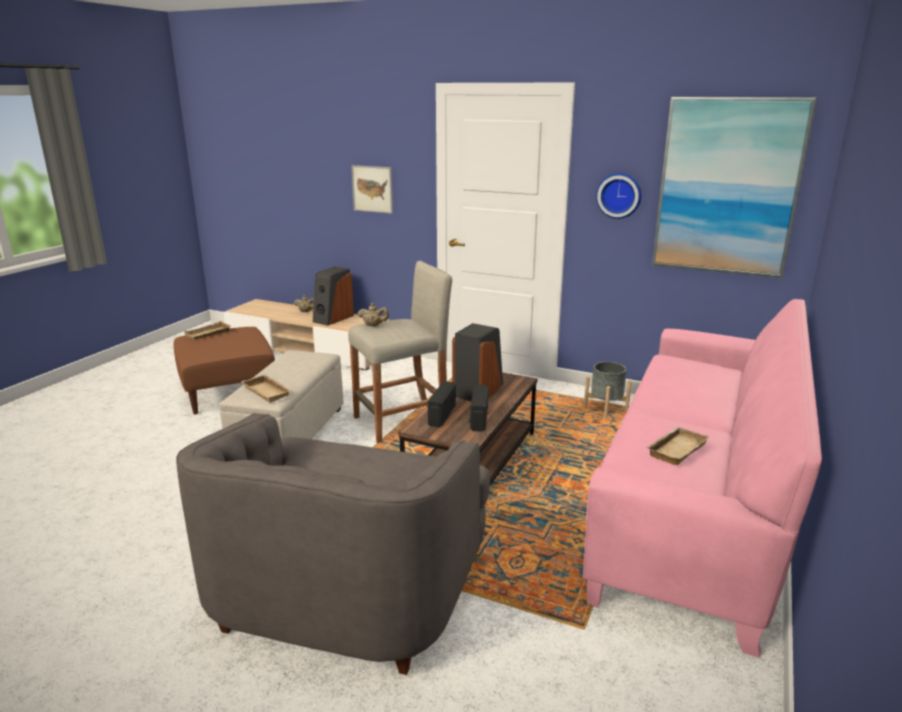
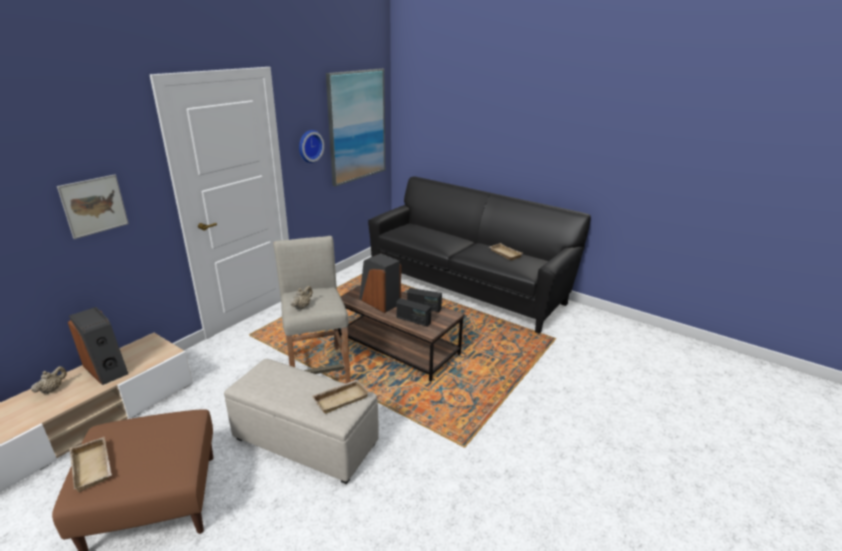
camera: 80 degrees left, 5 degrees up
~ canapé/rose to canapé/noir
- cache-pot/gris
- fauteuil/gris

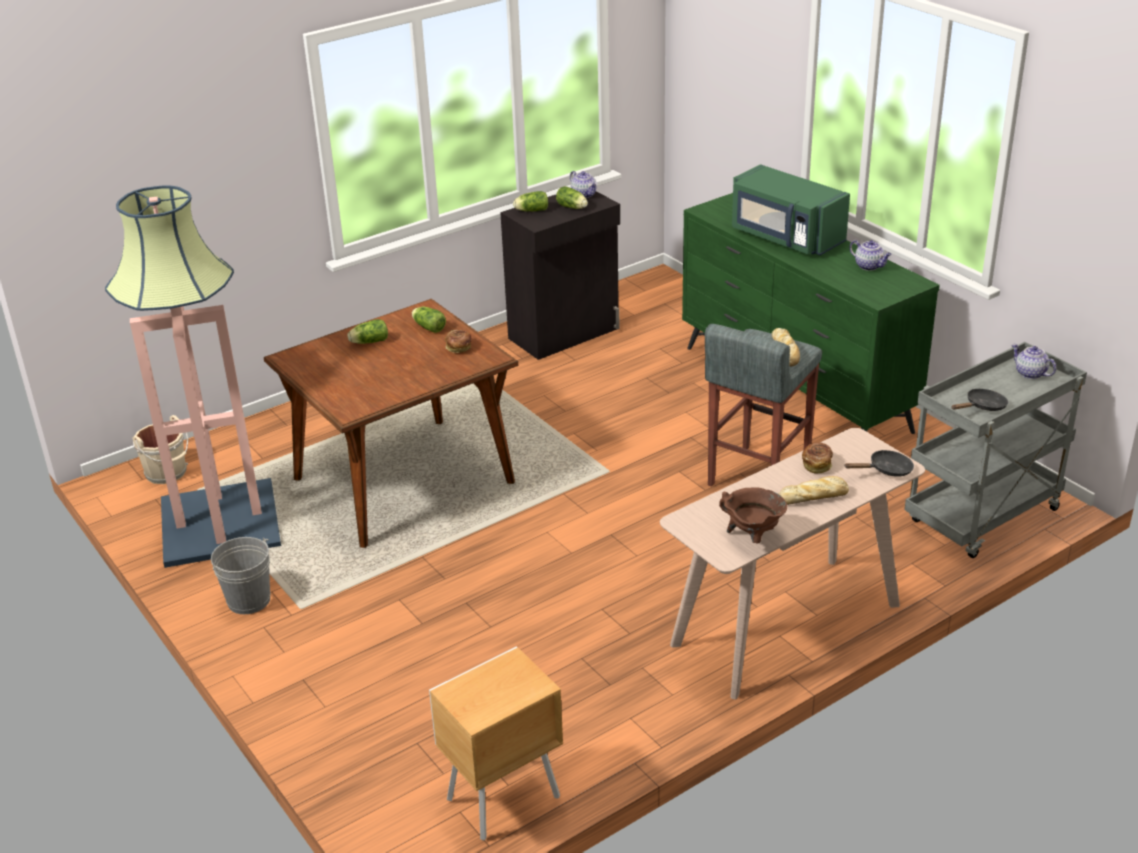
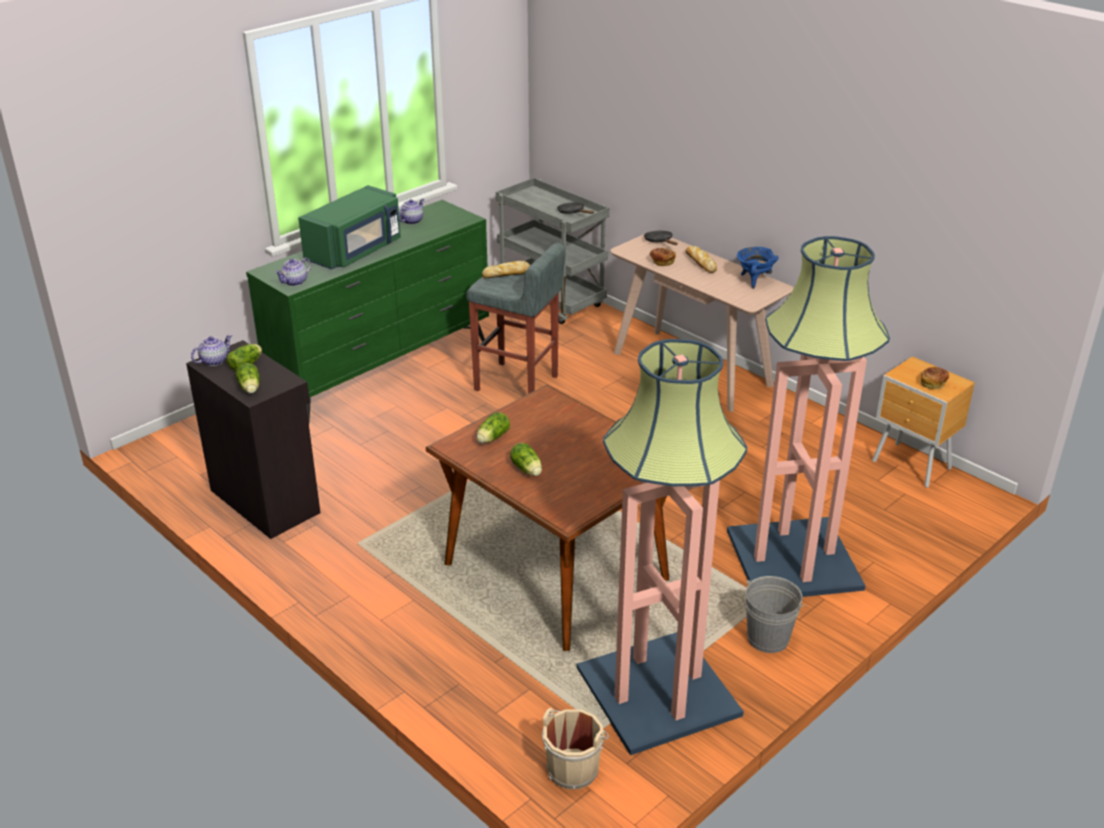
camera: 100 degrees left, 0 degrees up
~ pain (no. 1 from left in the first image) to pain (no. 4 from left)
~ théière (no. 3 from left in the first image) to théière (no. 2 from left)
~ marmite/marron to marmite/bleu
+ lampadaire (no. 2 from left)

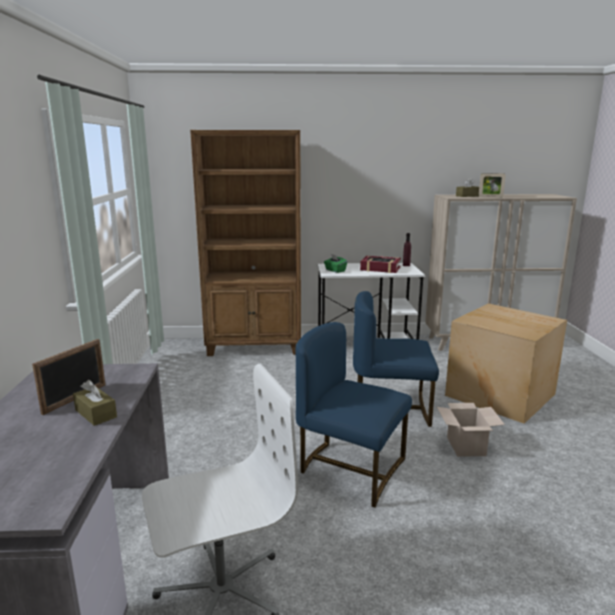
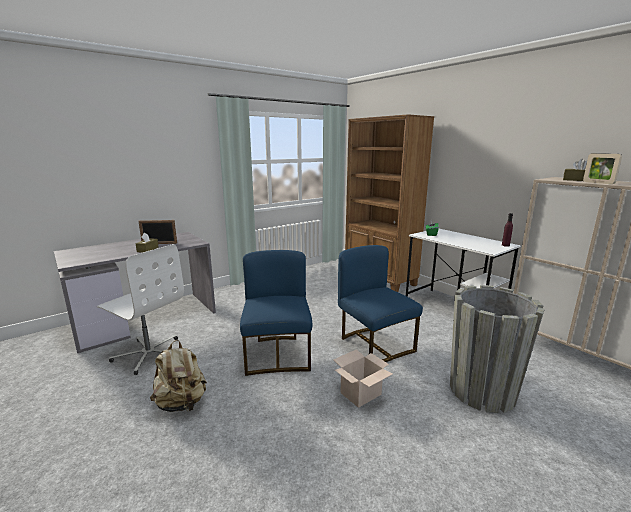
camera: 55 degrees right, 0 degrees up
- livre
~ carton (no. 2 from left) to cache-pot/gris
+ sac à dos/beige

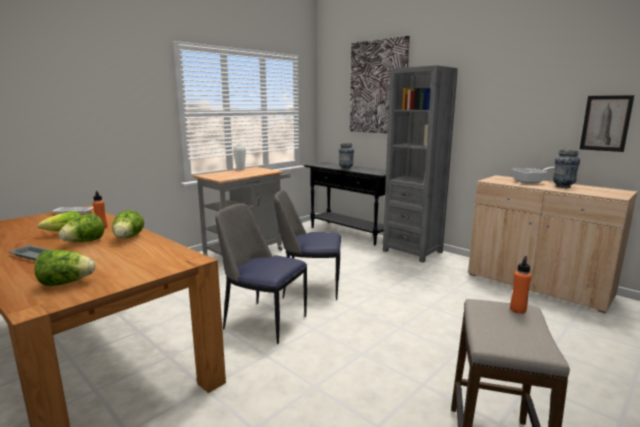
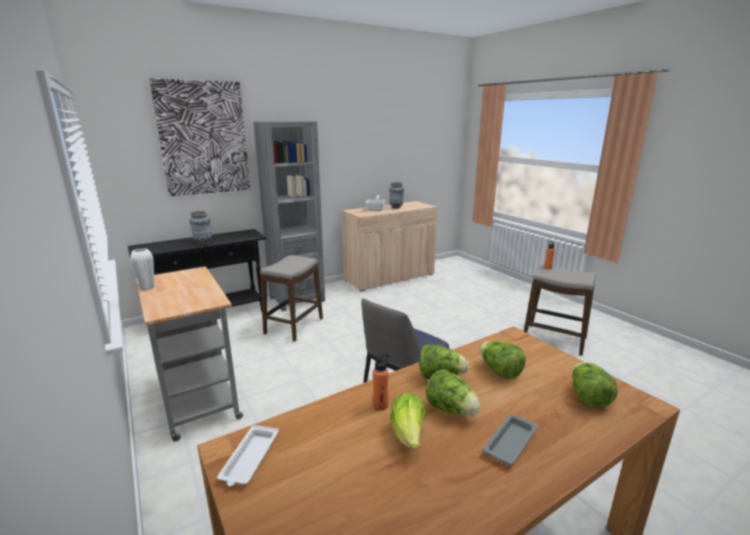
camera: 75 degrees left, 5 degrees up
- tableau (no. 2 from left)
- chaise (no. 2 from left)
+ tabouret (no. 1 from left)
+ laitue (no. 4 from left)

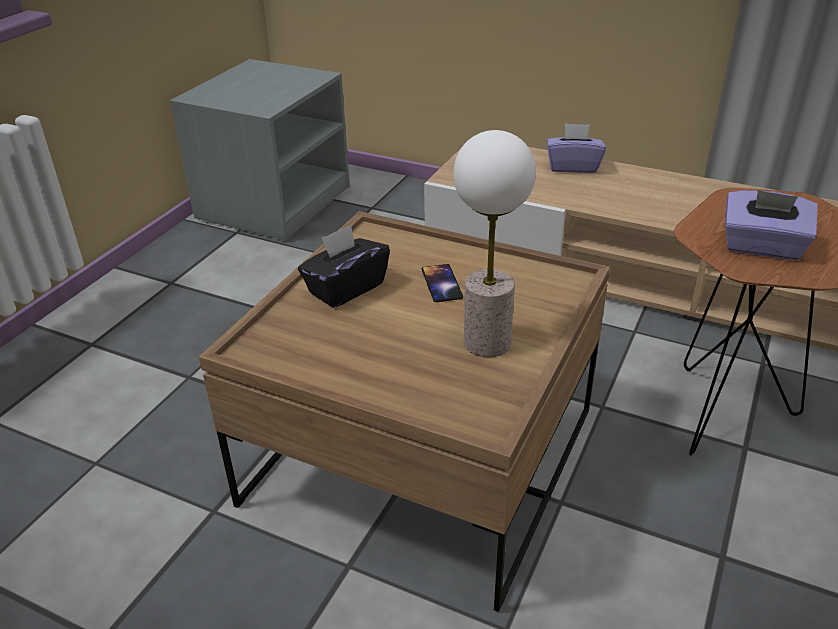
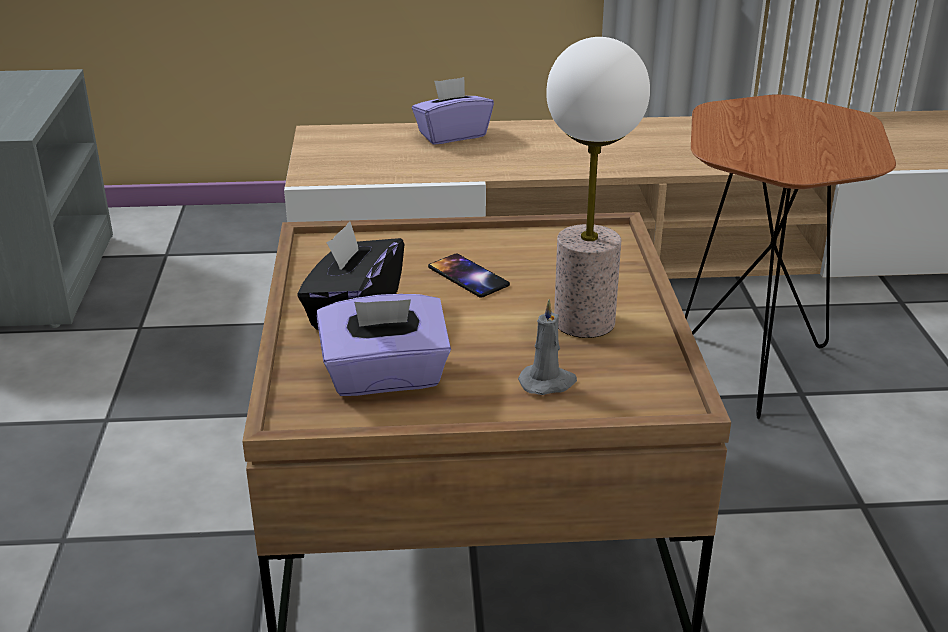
camera: 30 degrees left, 5 degrees down
~ boîte à mouchoirs/violet (no. 2 from left in the first image) to boîte à mouchoirs/violet (no. 1 from left)
+ bougie/gris

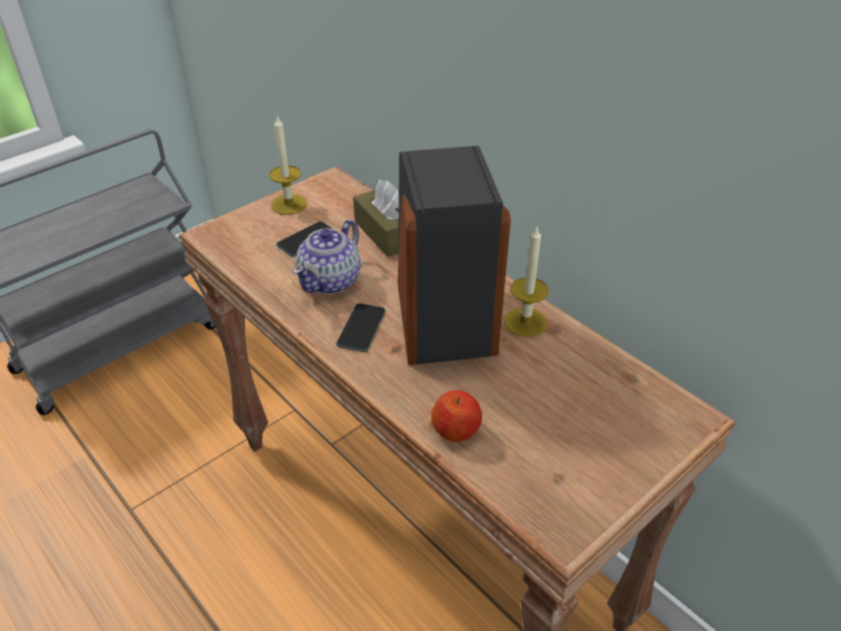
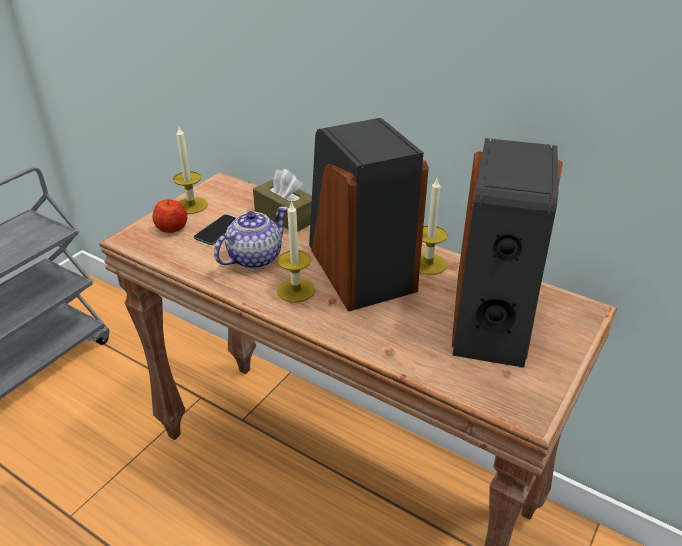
camera: 15 degrees left, 5 degrees down
~ théière 150 degrees counterclockwise
~ téléphone (no. 2 from left) to bougie (no. 2 from left)
~ pomme
+ enceinte (no. 2 from left)

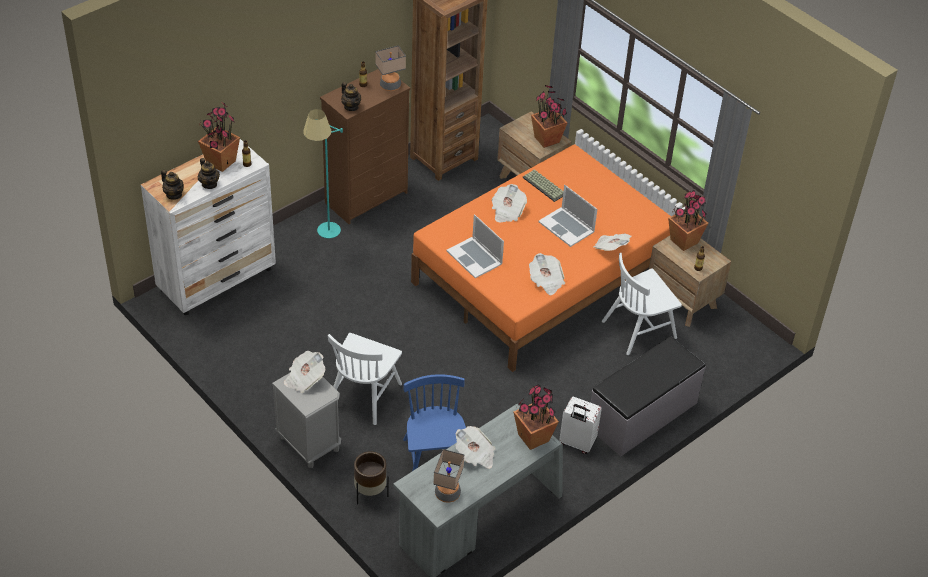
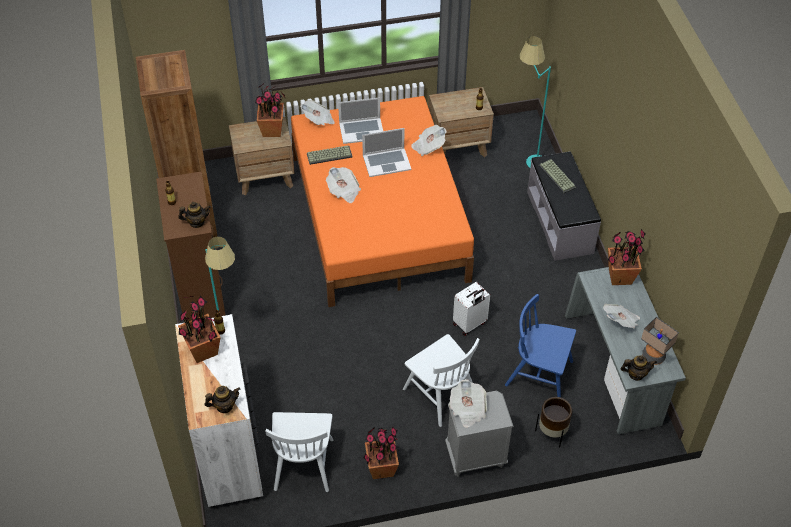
camera: 60 degrees left, 5 degrees up
- lampe de table (no. 1 from left)
~ théière (no. 2 from left in the first image) to théière (no. 3 from left)
~ plante en pot (no. 4 from left in the first image) to plante en pot (no. 3 from left)
~ ordinateur portable (no. 1 from left)
~ journal (no. 4 from left in the first image) to journal (no. 1 from left)
~ chaise/blanc (no. 2 from left in the first image) to chaise/blanc (no. 1 from left)
~ valise/blanc
+ lampadaire/turquoise (no. 2 from left)
+ clavier (no. 2 from left)

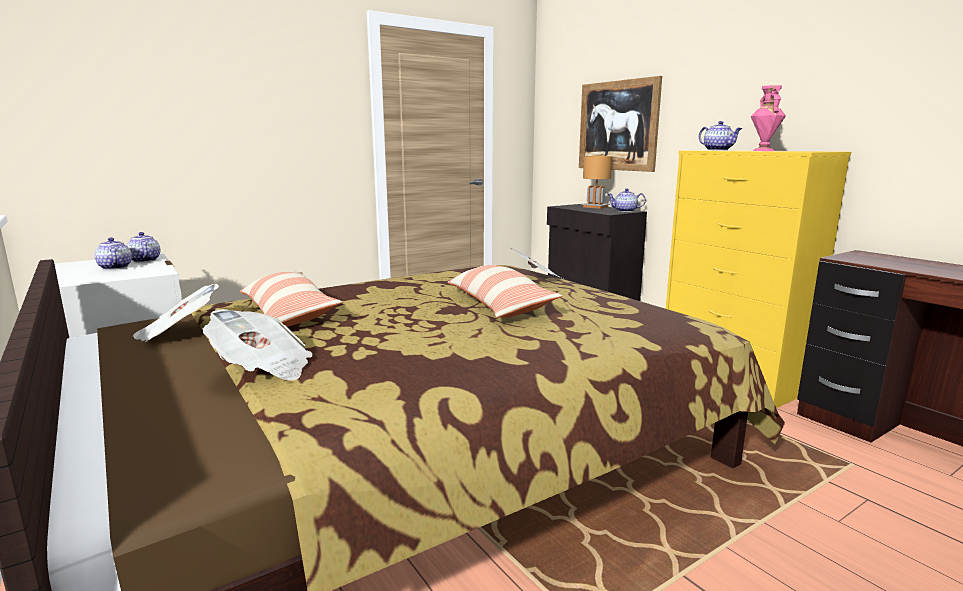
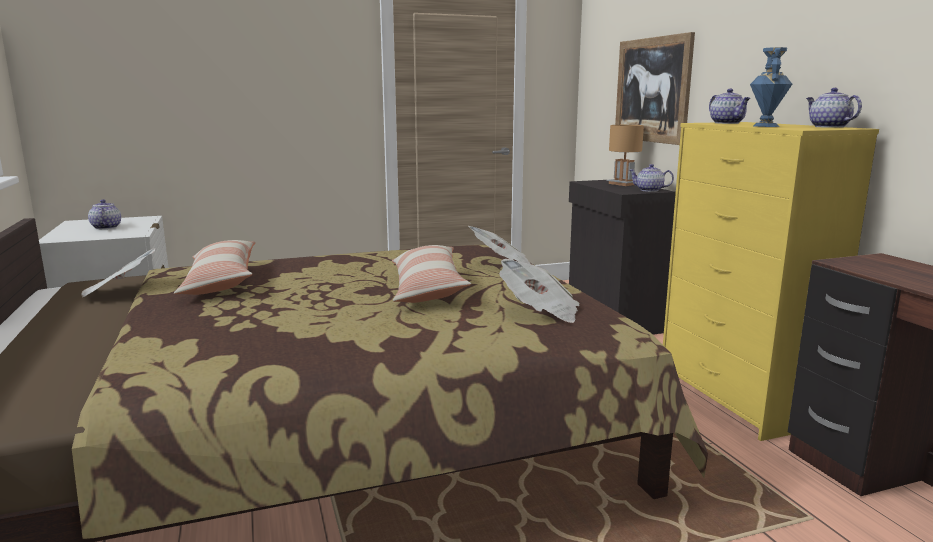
camera: 15 degrees right, 0 degrees up
~ vase/rose to vase/bleu
~ théière (no. 2 from left in the first image) to théière (no. 4 from left)
~ journal (no. 2 from left in the first image) to journal (no. 3 from left)

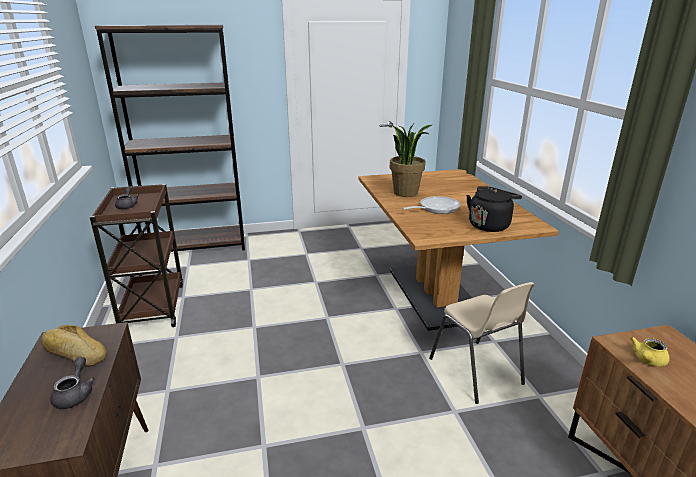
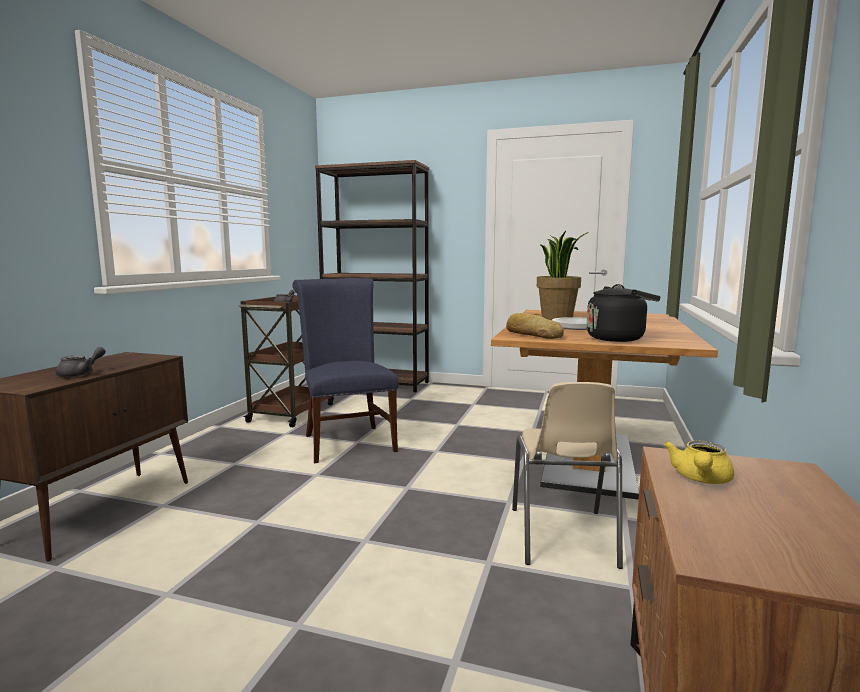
camera: 30 degrees right, 15 degrees down
~ pain
~ théière/jaune 45 degrees counterclockwise
+ chaise/bleu

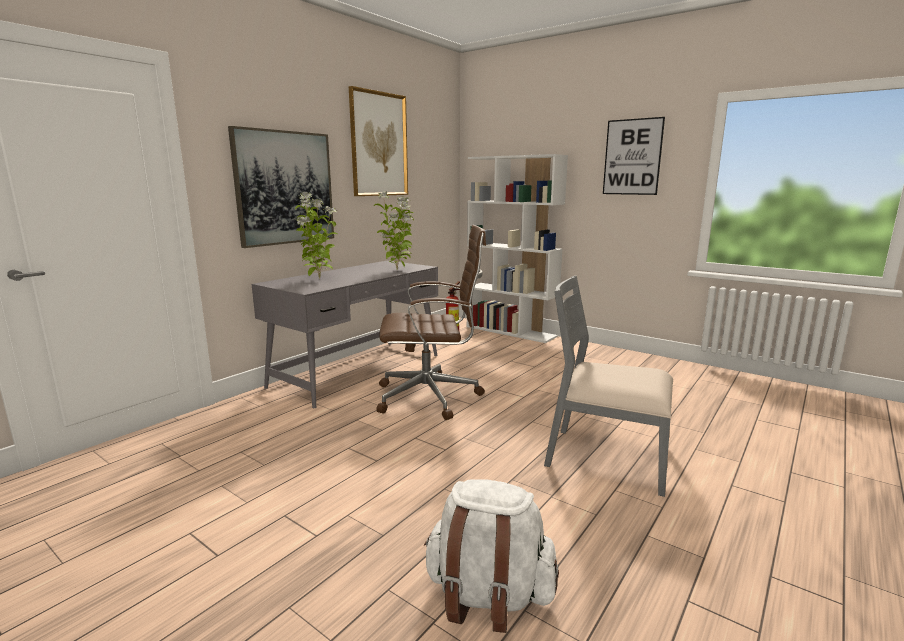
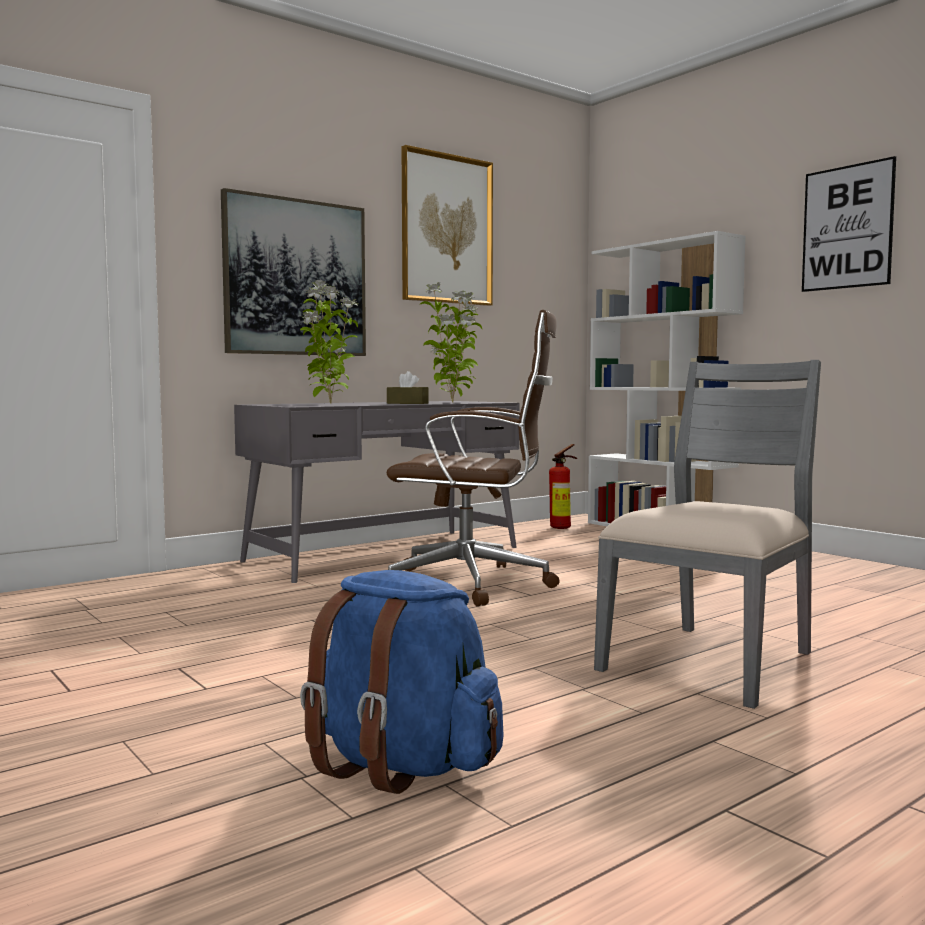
camera: 15 degrees right, 10 degrees down
~ chaise/gris 90 degrees clockwise
~ sac à dos/blanc to sac à dos/bleu
+ boîte à mouchoirs/marron

